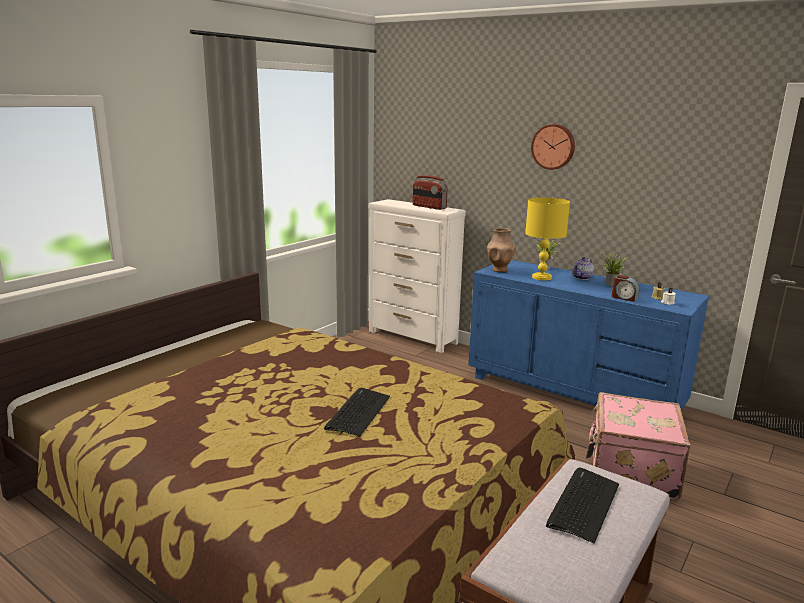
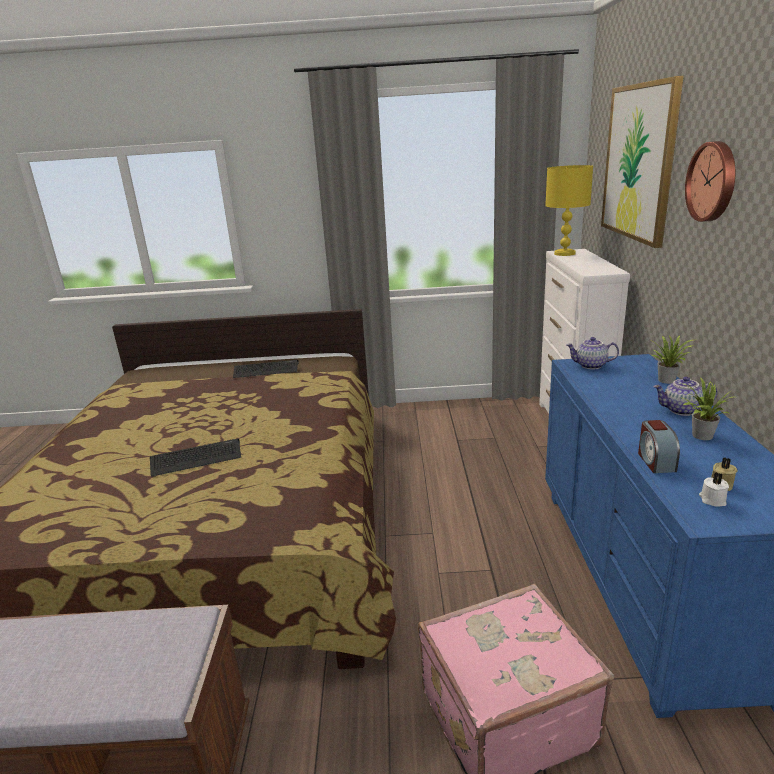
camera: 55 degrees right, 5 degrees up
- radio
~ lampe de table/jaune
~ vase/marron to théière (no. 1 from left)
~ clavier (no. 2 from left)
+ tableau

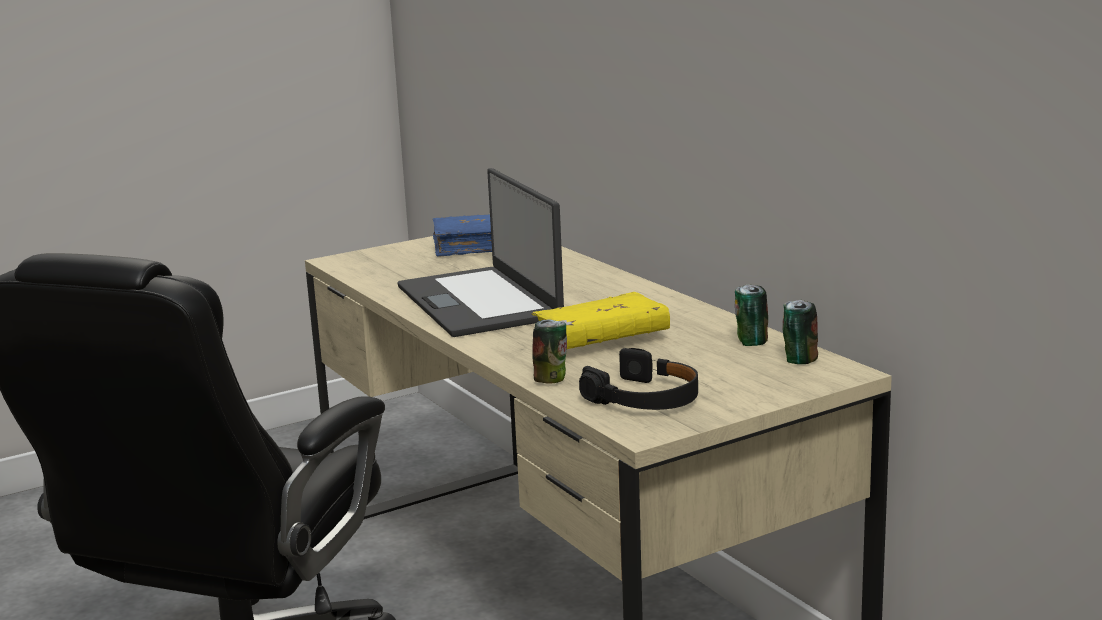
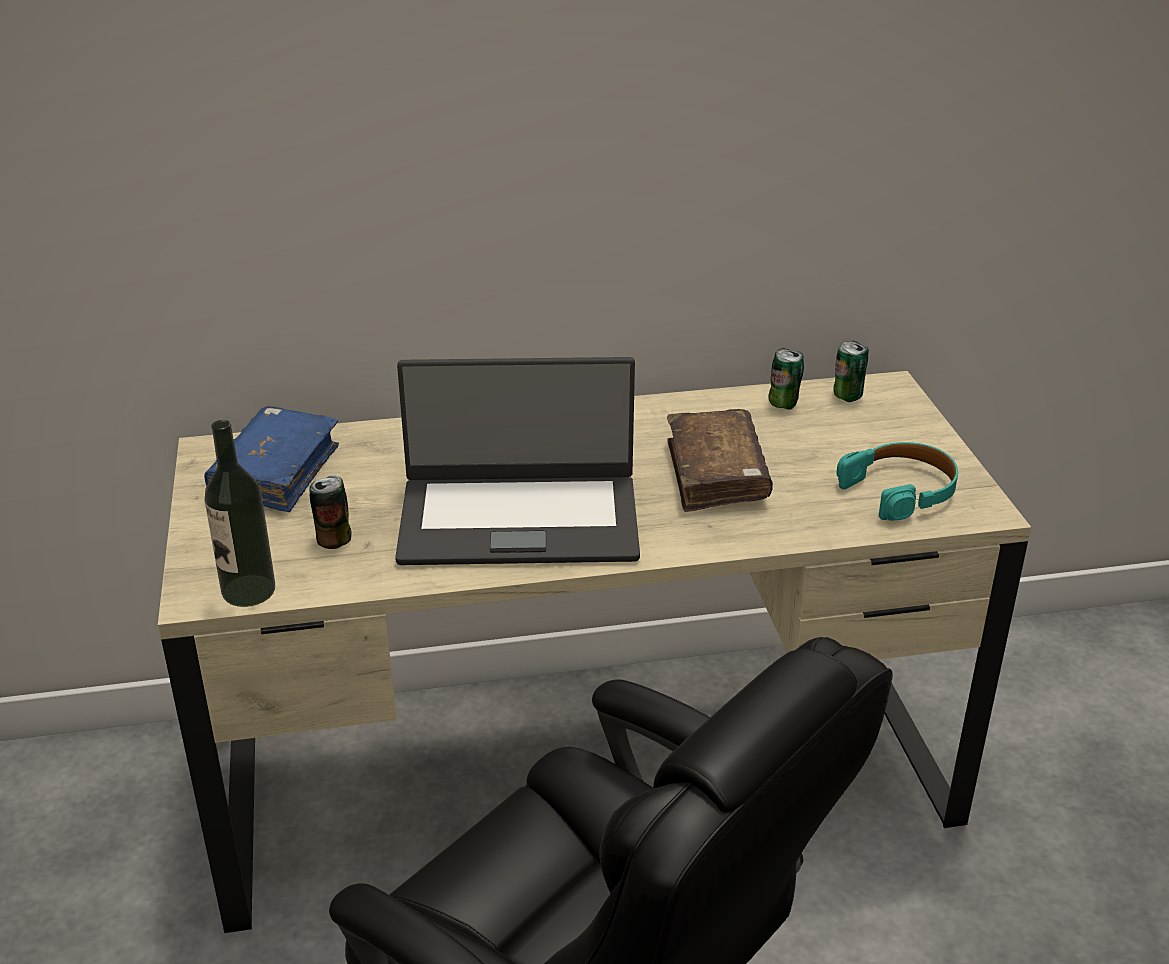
camera: 70 degrees left, 15 degrees up
~ livre/jaune to livre/marron
~ boîte métallique (no. 1 from left)
~ casque audio/noir to casque audio/turquoise
+ bouteille

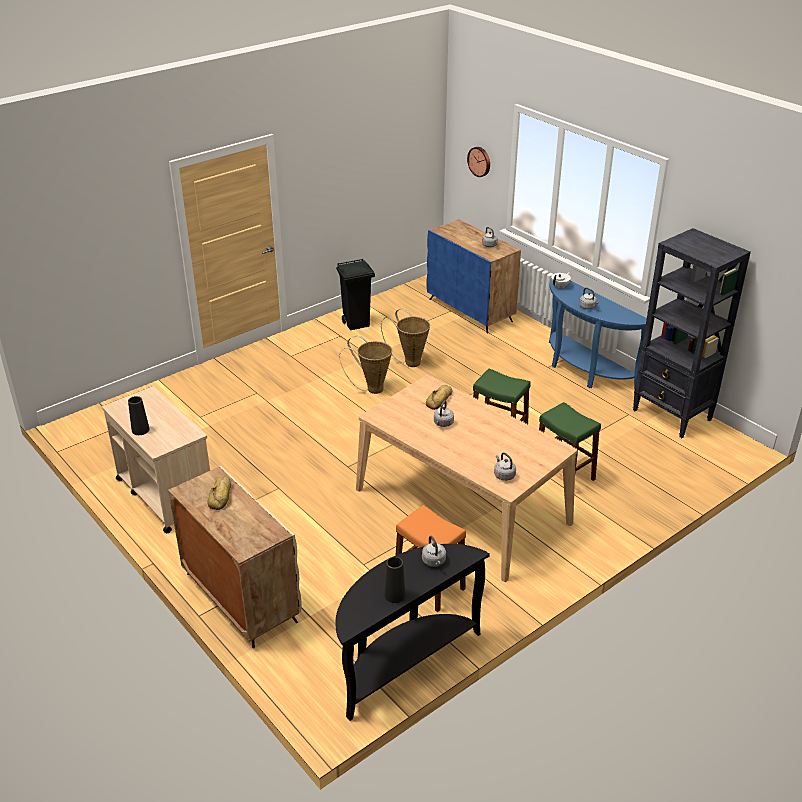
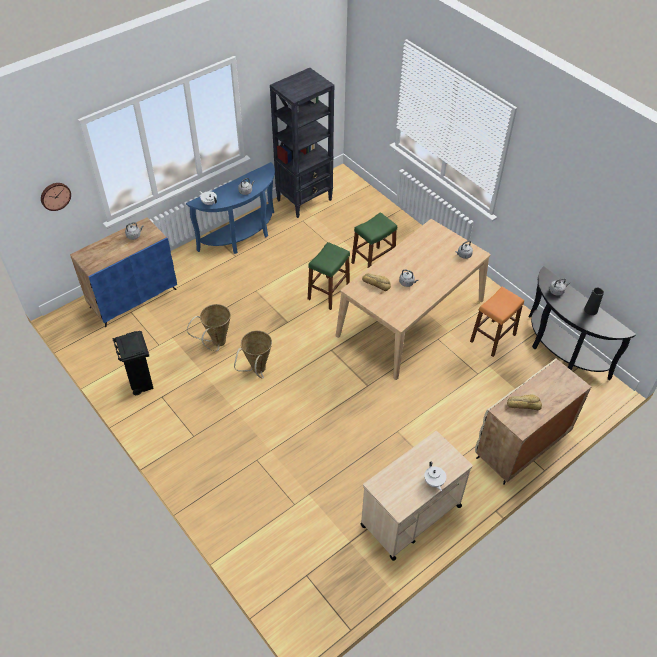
camera: 90 degrees left, 15 degrees up
~ vase/noir (no. 1 from left) to théière/blanc (no. 2 from left)

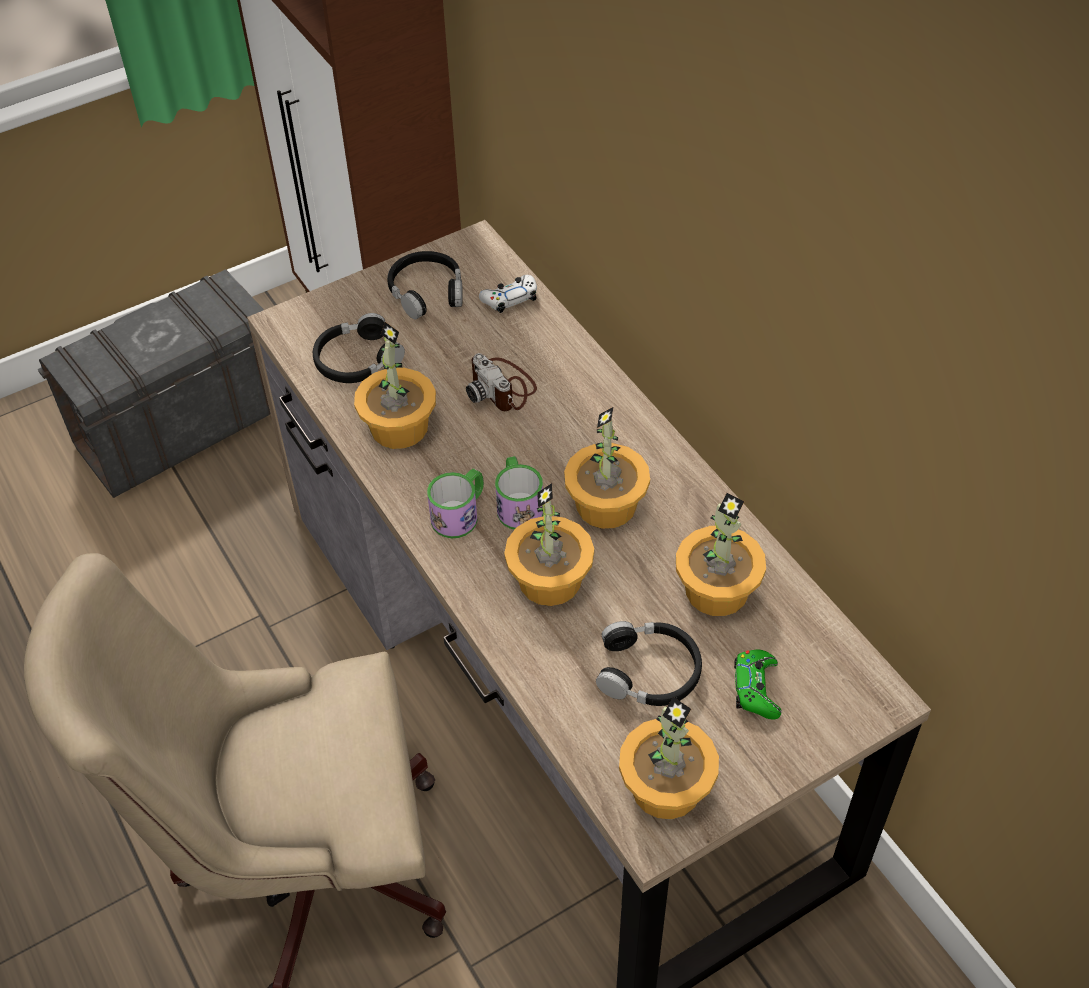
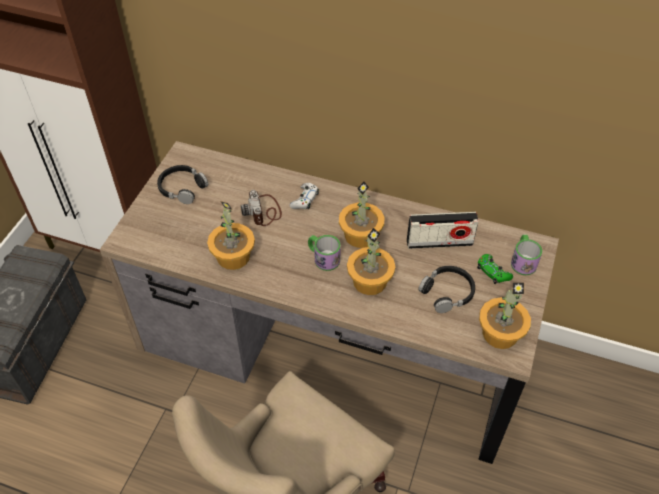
camera: 40 degrees left, 0 degrees up
~ manette/blanc
- casque audio/noir (no. 1 from left)
~ appareil photo 60 degrees clockwise
~ mug (no. 1 from left in the first image) to mug (no. 2 from left)
~ plante en pot (no. 5 from left) to radio

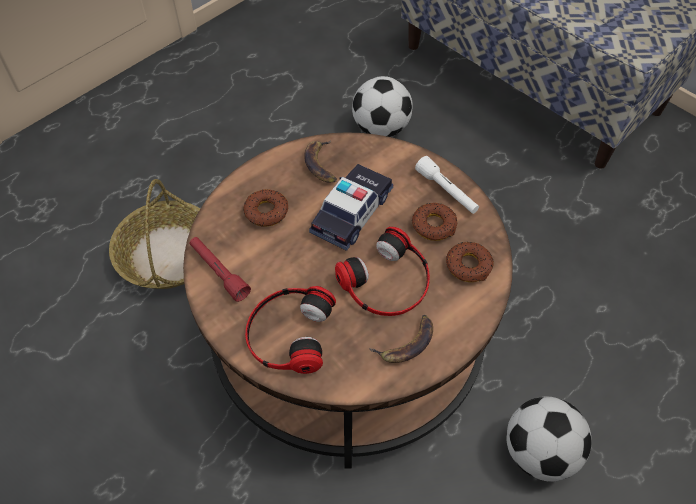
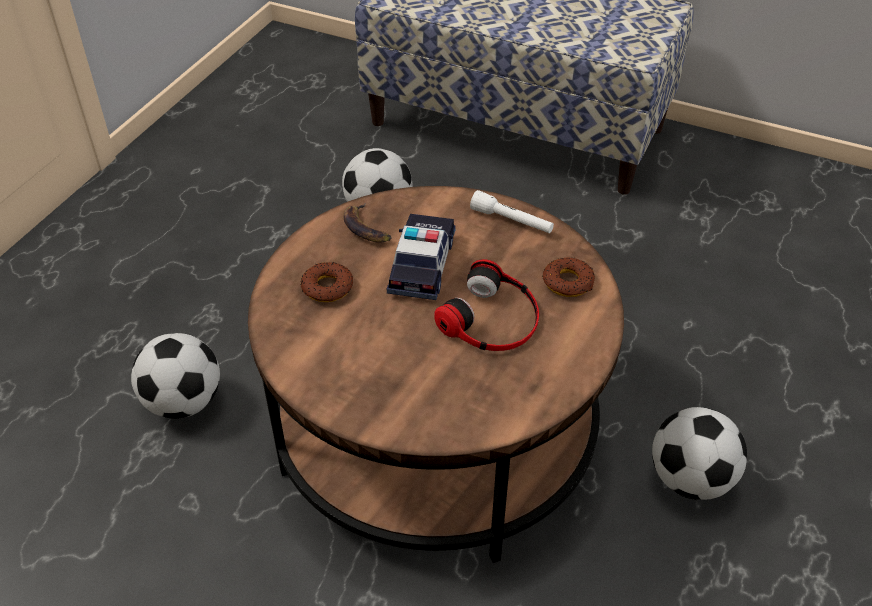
camera: 20 degrees left, 10 degrees down
~ panier to ballon de foot (no. 1 from left)
- beignet (no. 2 from left)
- lampe de poche/rouge
- casque audio (no. 1 from left)
- banane (no. 2 from left)

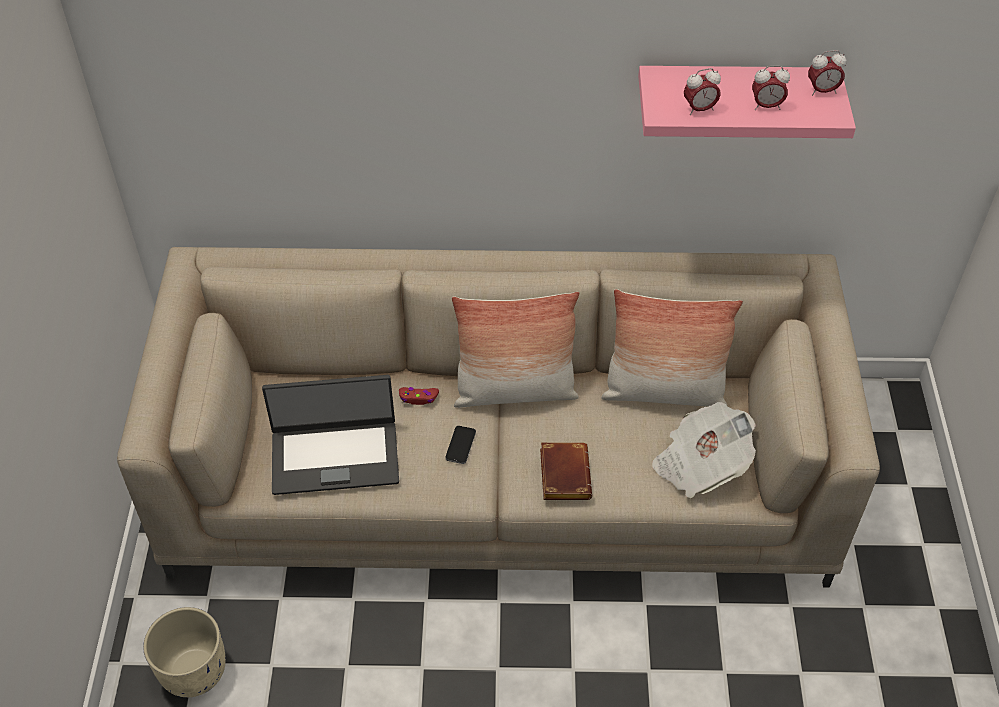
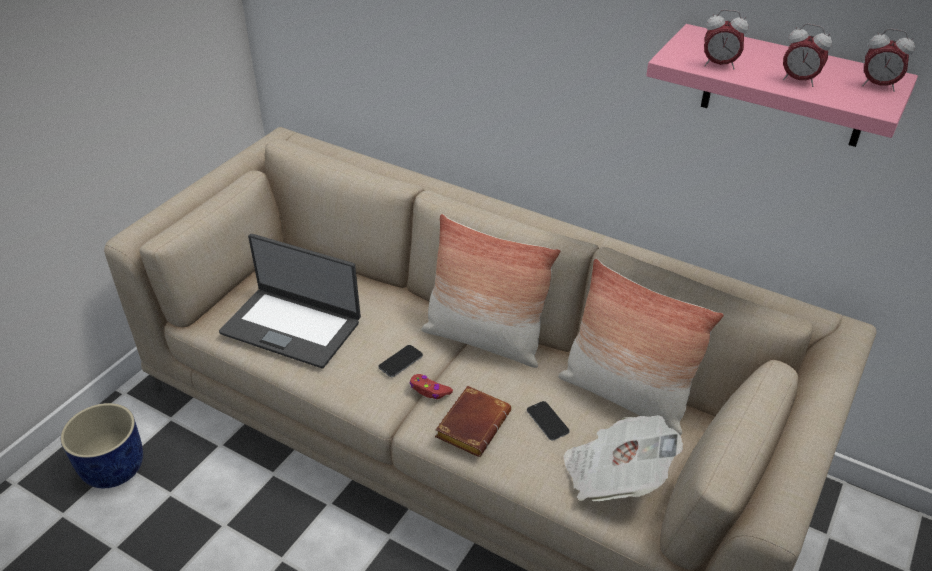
camera: 30 degrees right, 10 degrees down
~ manette/rouge
~ cache-pot/beige to cache-pot/bleu
+ téléphone (no. 2 from left)

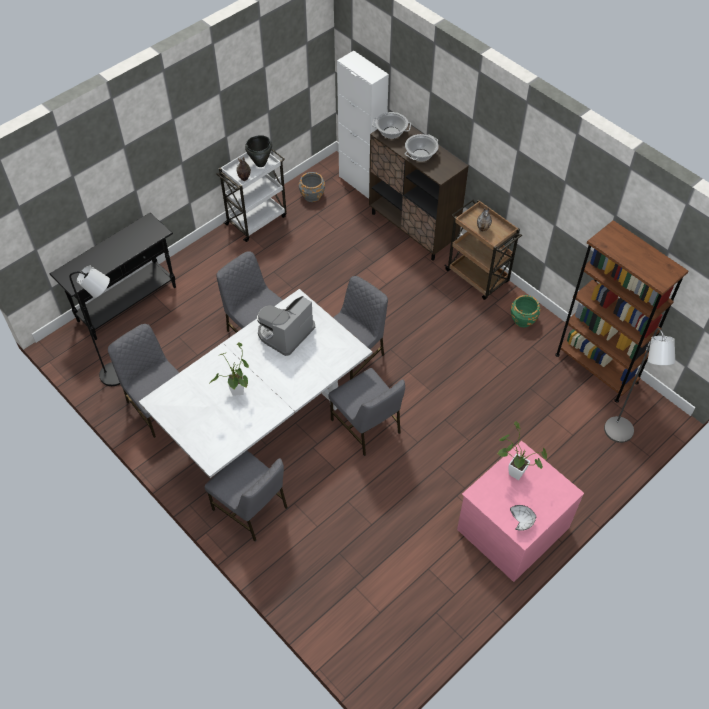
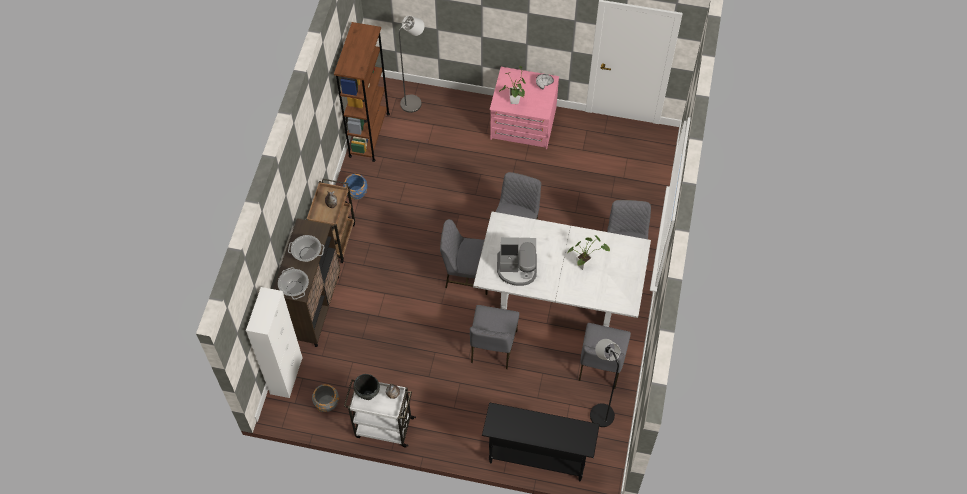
camera: 125 degrees left, 5 degrees up
~ cache-pot/vert to cache-pot/bleu

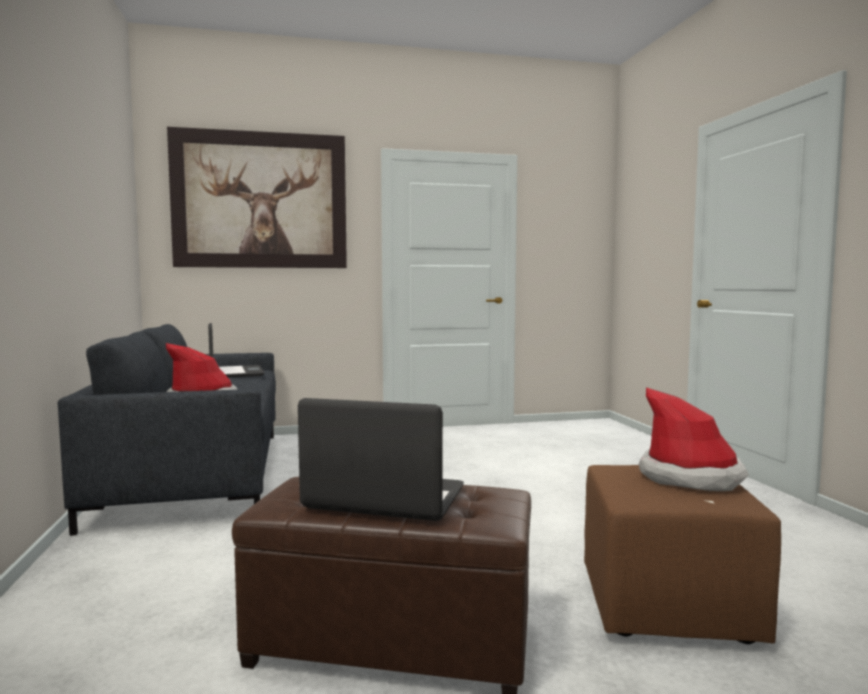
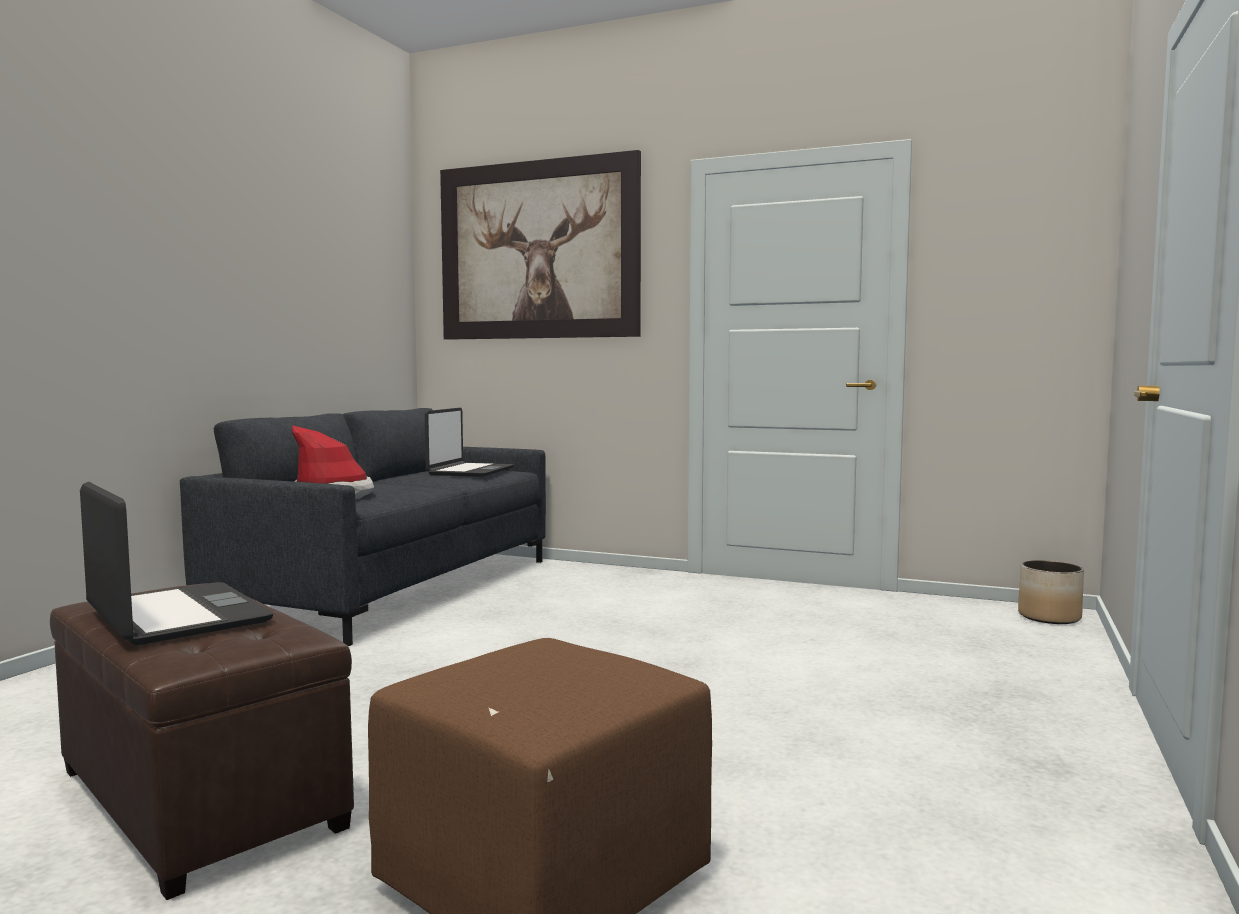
camera: 35 degrees right, 0 degrees up
- chapeau (no. 2 from left)
+ cache-pot

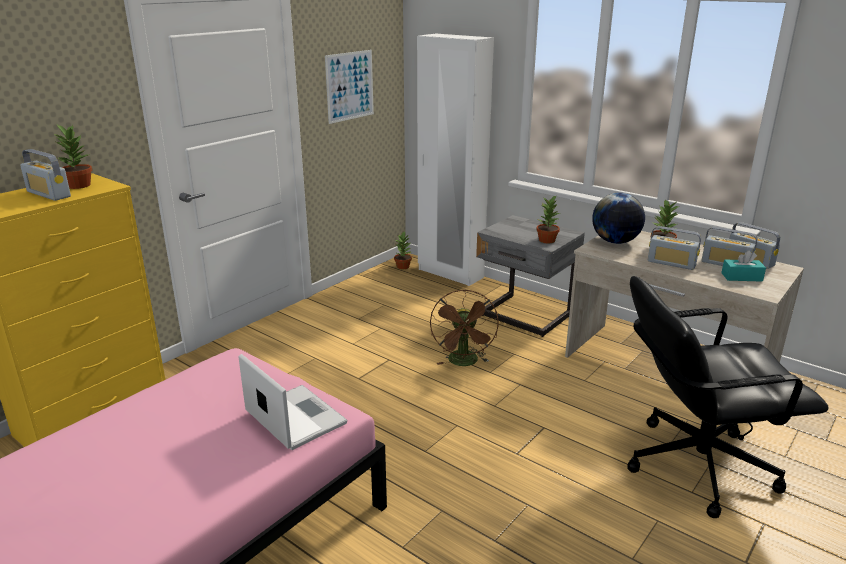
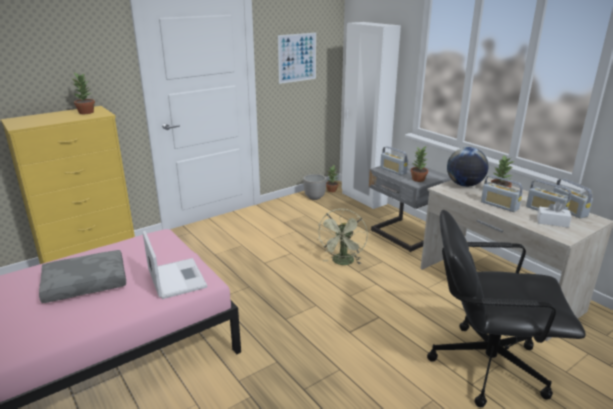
camera: 15 degrees right, 0 degrees up
~ radio (no. 1 from left)
~ boîte à mouchoirs/turquoise to boîte à mouchoirs/blanc
~ ventilateur/marron to ventilateur/vert
+ cache-pot
+ coussin/gris

